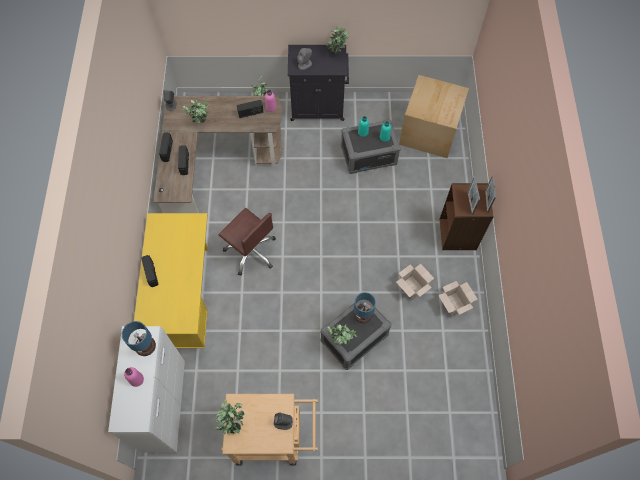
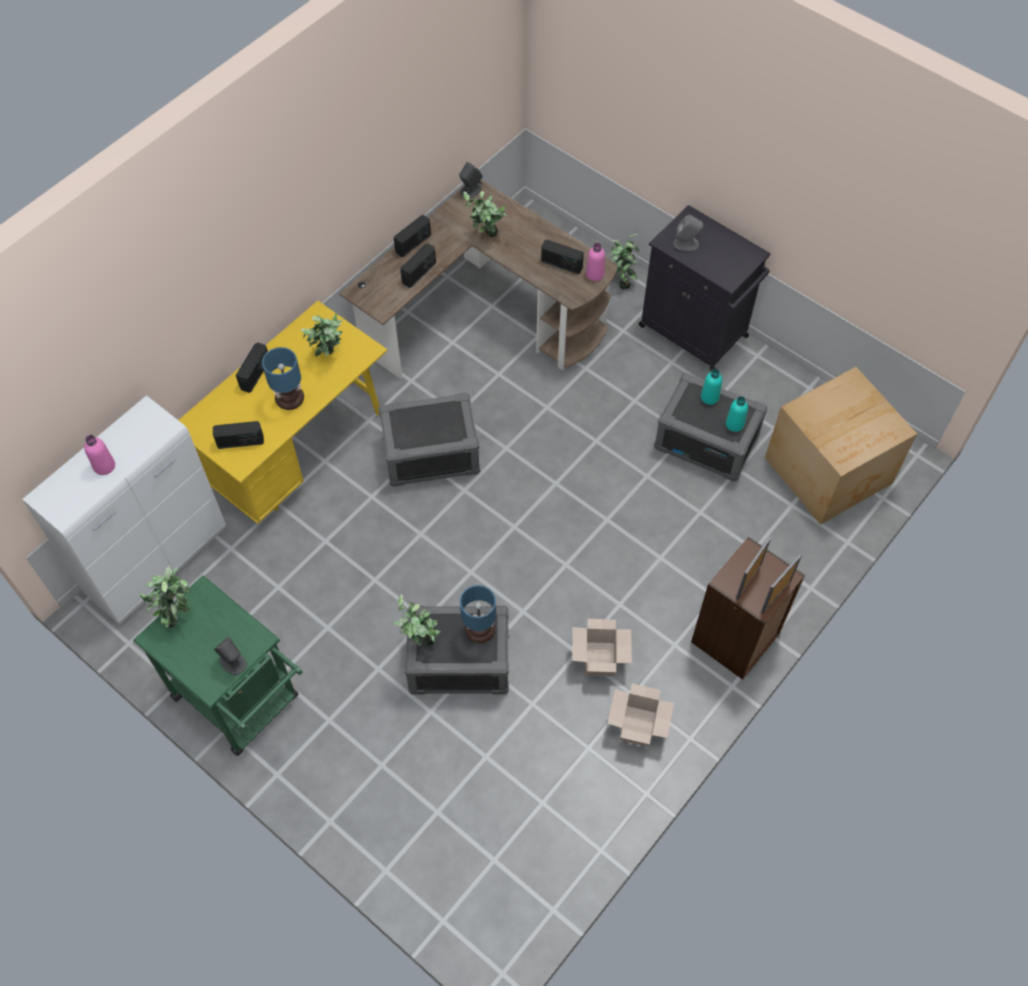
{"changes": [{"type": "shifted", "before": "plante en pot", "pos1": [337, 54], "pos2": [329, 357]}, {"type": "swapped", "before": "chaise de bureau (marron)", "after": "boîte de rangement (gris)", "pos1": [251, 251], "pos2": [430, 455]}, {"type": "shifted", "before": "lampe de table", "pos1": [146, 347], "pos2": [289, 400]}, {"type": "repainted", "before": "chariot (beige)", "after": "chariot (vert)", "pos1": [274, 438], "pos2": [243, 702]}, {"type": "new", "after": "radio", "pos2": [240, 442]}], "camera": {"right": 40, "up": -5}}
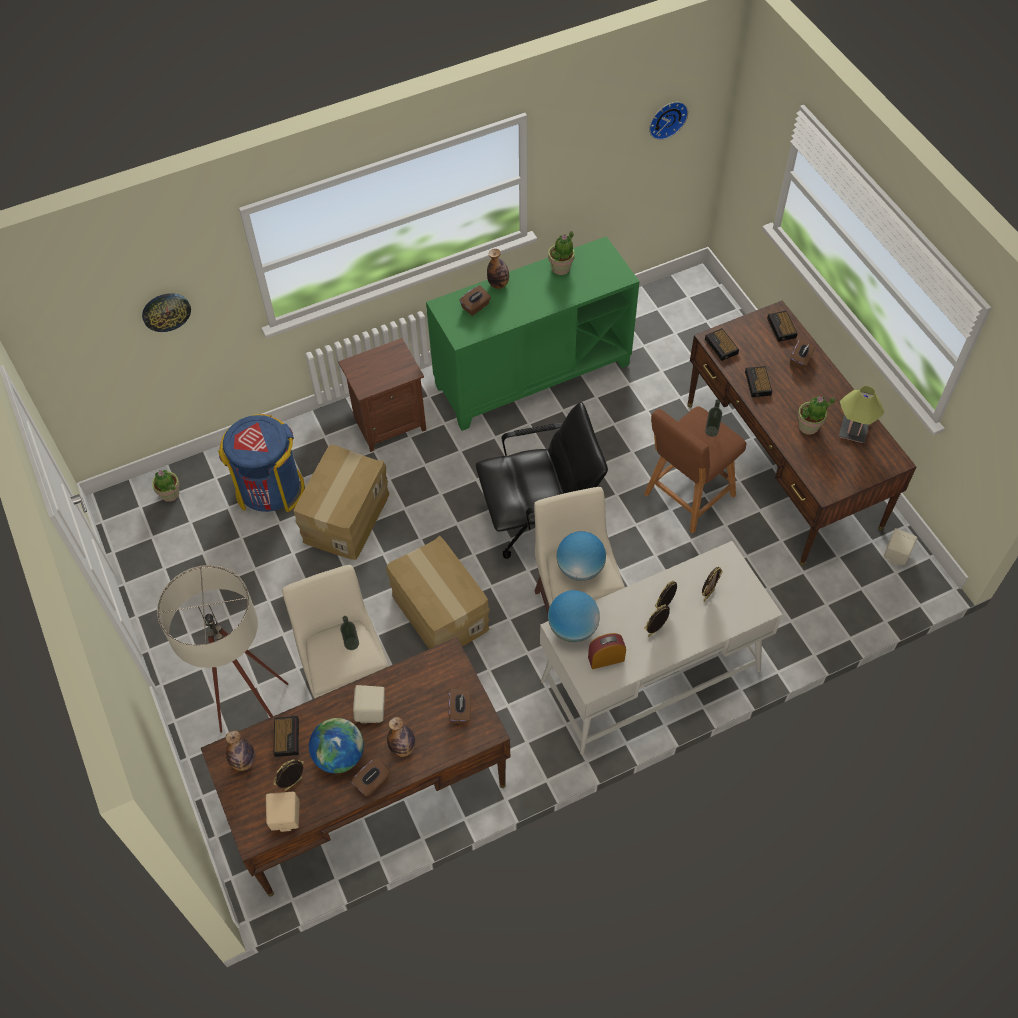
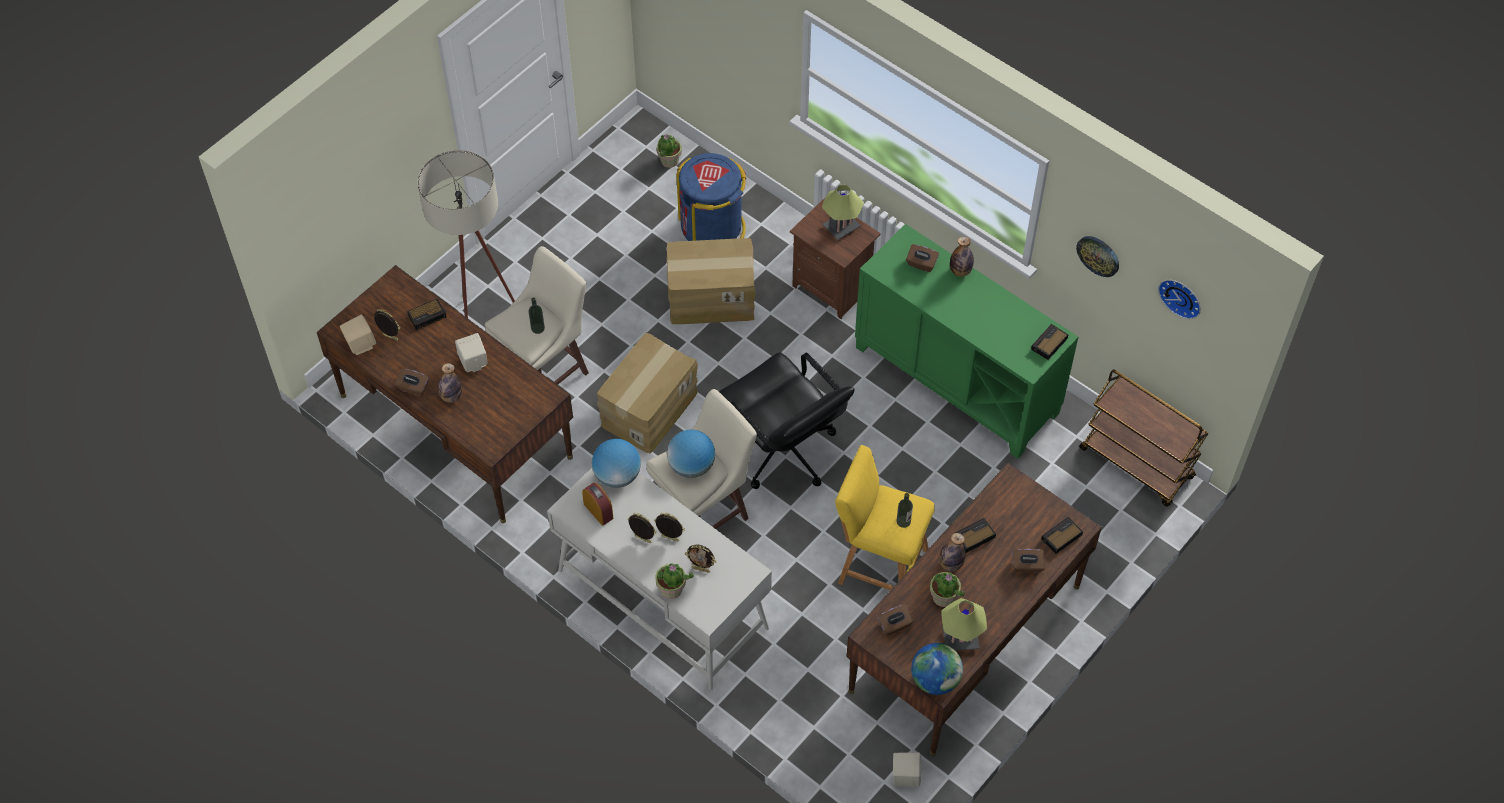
{"changes": [{"type": "shifted", "before": "plante en pot", "pos1": [561, 268], "pos2": [671, 589]}, {"type": "shifted", "before": "horloge murale", "pos1": [166, 311], "pos2": [1098, 255]}, {"type": "shifted", "before": "réveil", "pos1": [721, 347], "pos2": [1048, 344]}, {"type": "repainted", "before": "tabouret (marron)", "after": "tabouret (jaune)", "pos1": [686, 497], "pos2": [878, 564]}, {"type": "shifted", "before": "boîte à mouchoirs (marron)", "pos1": [460, 711], "pos2": [895, 625]}, {"type": "shifted", "before": "globe", "pos1": [339, 755], "pos2": [935, 680]}, {"type": "shifted", "before": "bouteille", "pos1": [243, 761], "pos2": [950, 564]}, {"type": "new", "after": "lampe de table", "pos2": [841, 227]}, {"type": "new", "after": "chariot (marron)", "pos2": [1137, 463]}], "camera": {"right": 65, "up": 0}}
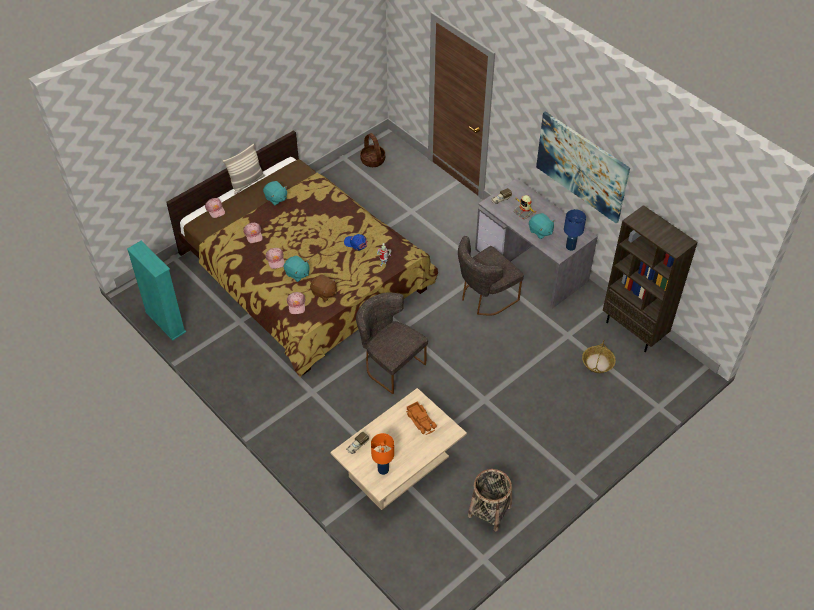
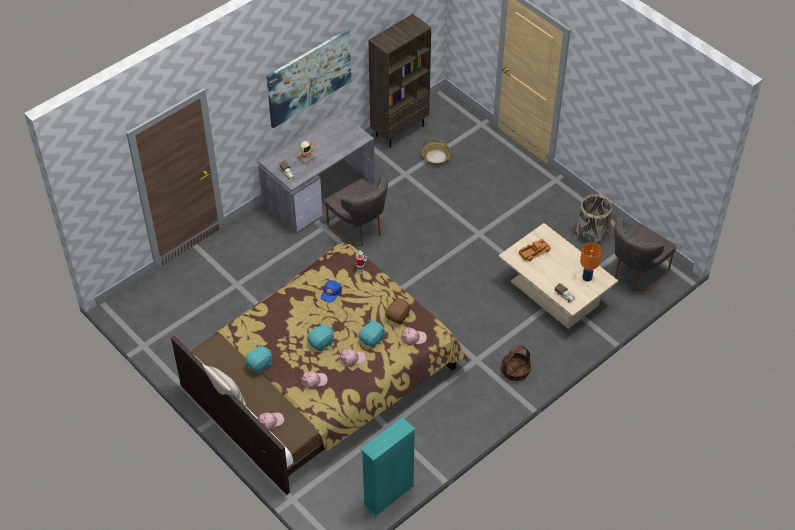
{"changes": [{"type": "shifted", "before": "panier", "pos1": [372, 160], "pos2": [515, 371]}, {"type": "gone", "before": "lampe de table (bleu)", "pos1": [570, 247]}, {"type": "shifted", "before": "peluche (turquoise)", "pos1": [540, 231], "pos2": [321, 343]}, {"type": "shifted", "before": "chaise (gris)", "pos1": [390, 364], "pos2": [635, 273]}], "camera": {"right": -90, "up": 0}}
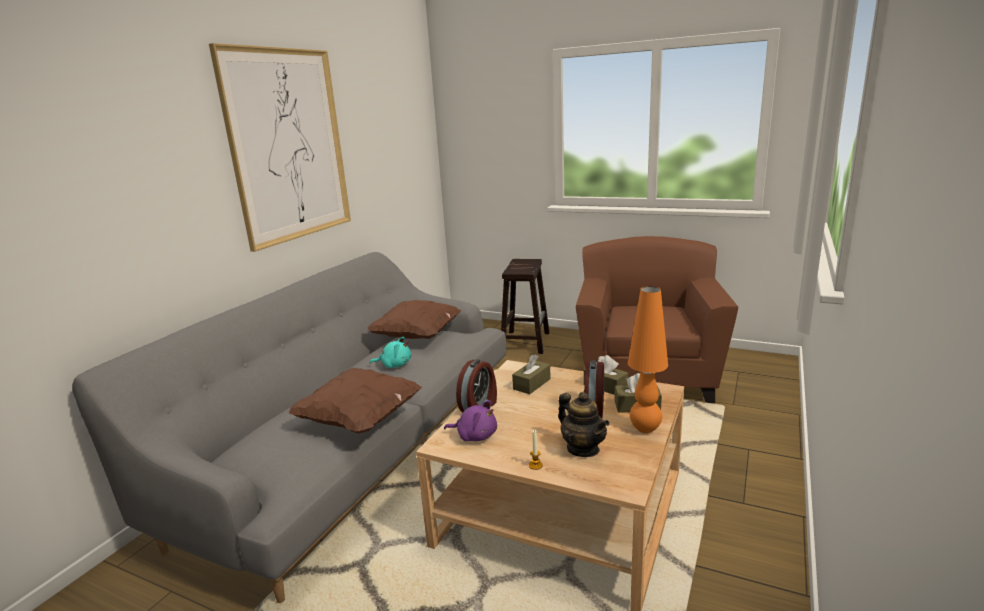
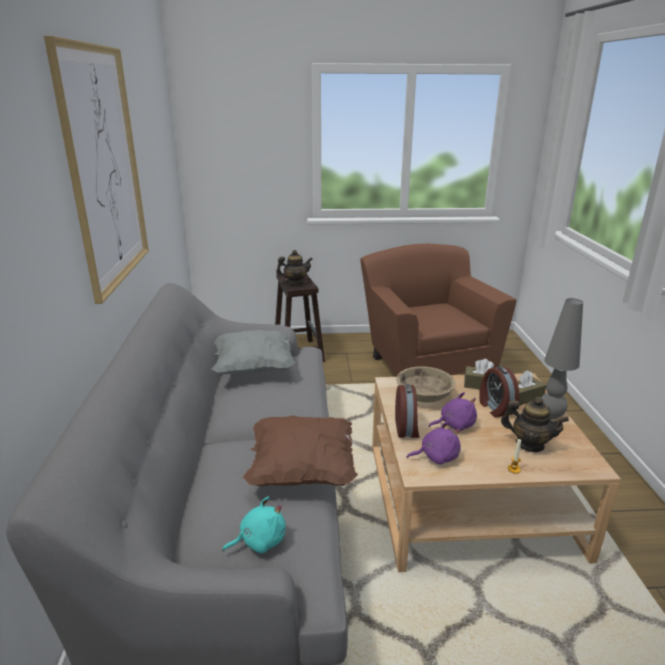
{"changes": [{"type": "repainted", "before": "lampe de table (orange)", "after": "lampe de table (gris)", "pos1": [644, 429], "pos2": [550, 416]}, {"type": "repainted", "before": "coussin (marron)", "after": "coussin (gris)", "pos1": [417, 336], "pos2": [254, 368]}, {"type": "shifted", "before": "peluche (turquoise)", "pos1": [394, 365], "pos2": [259, 541]}, {"type": "swapped", "before": "boîte à mouchoirs (marron)", "after": "bol (beige)", "pos1": [532, 384], "pos2": [424, 396]}, {"type": "new", "after": "théière", "pos2": [295, 282]}, {"type": "new", "after": "peluche (violet)", "pos2": [454, 425]}], "camera": {"right": -30, "up": 5}}
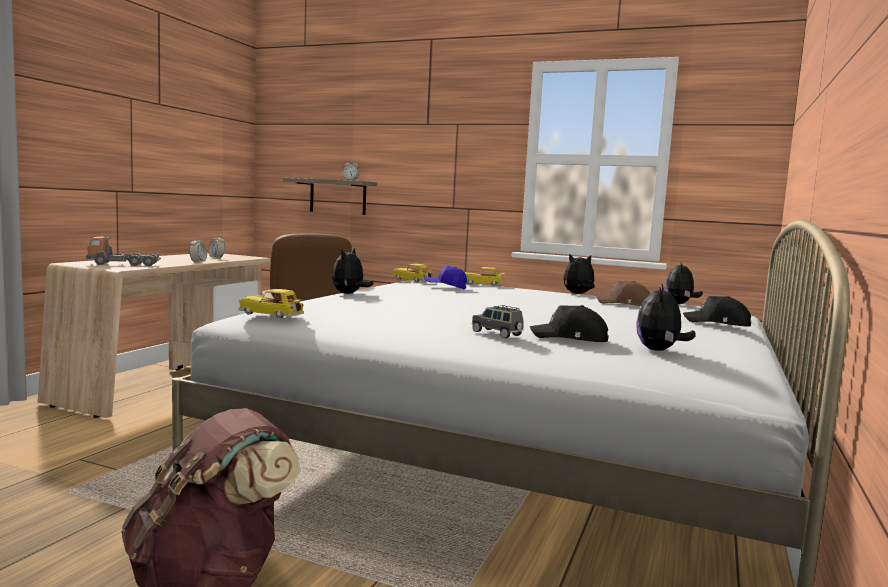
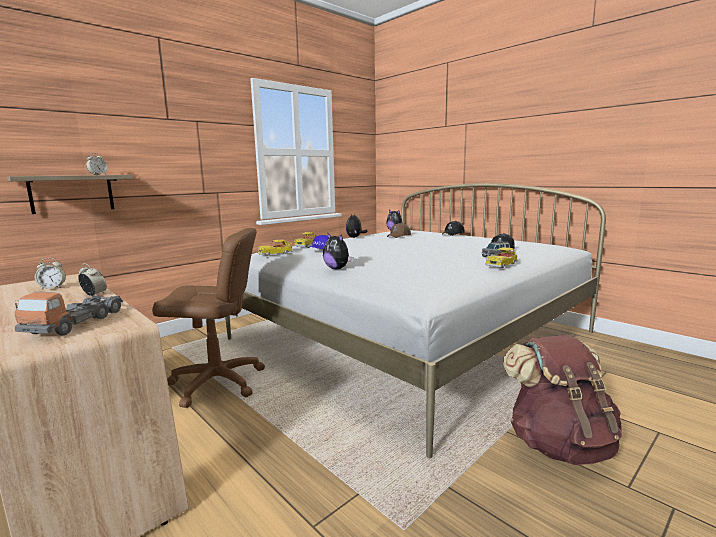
{"changes": [{"type": "gone", "before": "peluche", "pos1": [659, 350]}, {"type": "shifted", "before": "petite voiture", "pos1": [272, 315], "pos2": [502, 264]}], "camera": {"right": -65, "up": 5}}
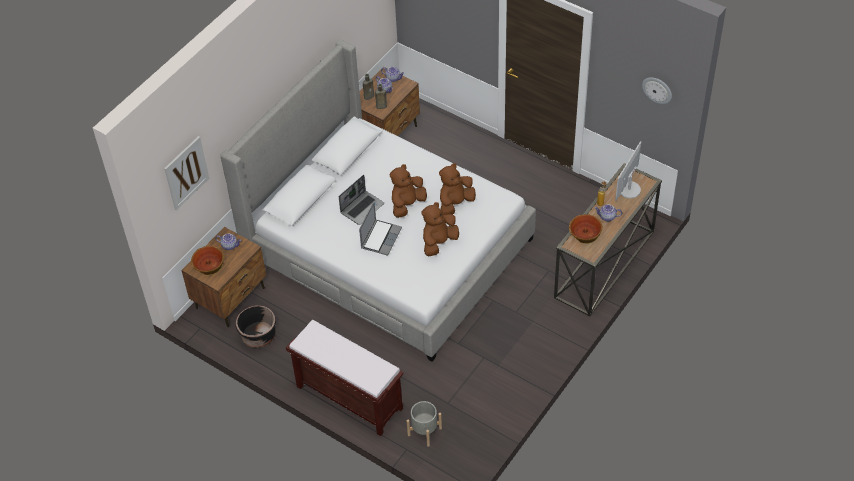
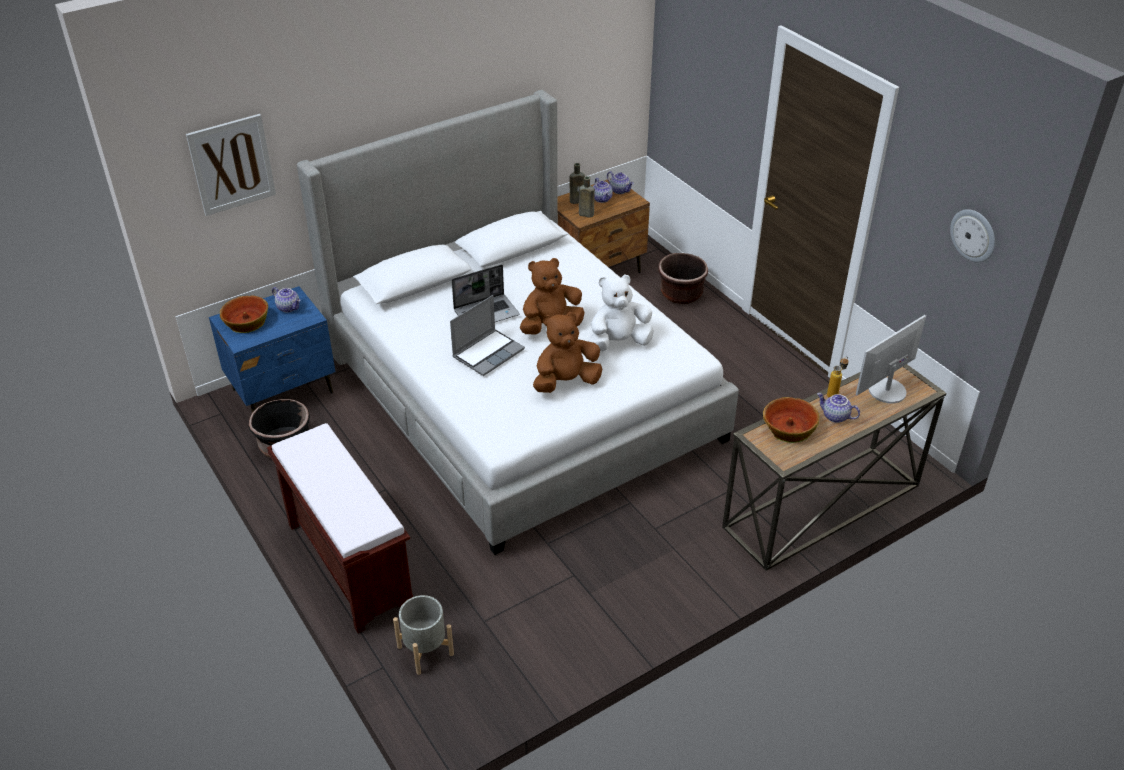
{"changes": [{"type": "repainted", "before": "peluche (marron)", "after": "peluche (blanc)", "pos1": [455, 203], "pos2": [618, 343]}, {"type": "repainted", "before": "table de chevet (marron)", "after": "table de chevet (bleu)", "pos1": [231, 298], "pos2": [283, 391]}, {"type": "new", "after": "cache-pot (marron)", "pos2": [681, 294]}], "camera": {"right": 20, "up": -10}}
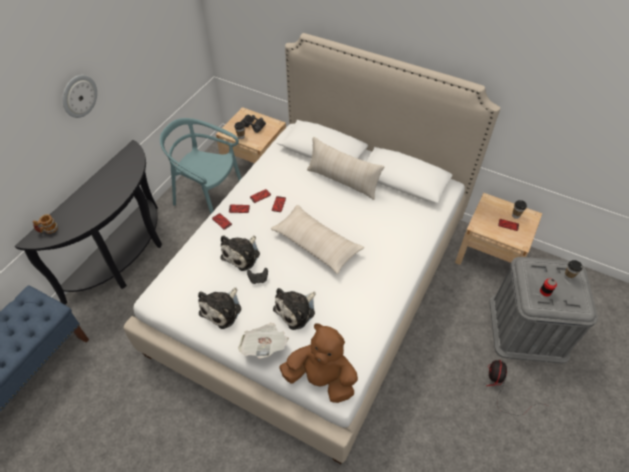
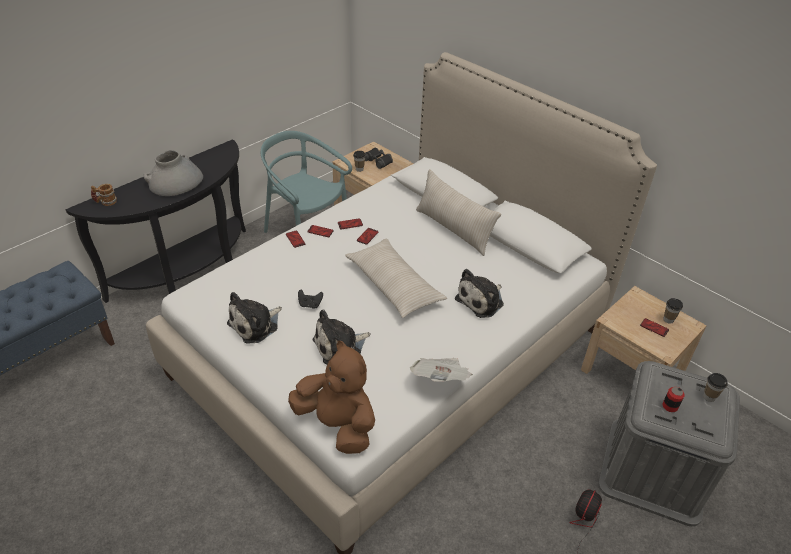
{"changes": [{"type": "gone", "before": "horloge murale", "pos1": [79, 96]}, {"type": "shifted", "before": "peluche", "pos1": [242, 254], "pos2": [481, 301]}, {"type": "shifted", "before": "journal", "pos1": [264, 346], "pos2": [440, 379]}, {"type": "new", "after": "vase (gris)", "pos2": [175, 182]}], "camera": {"right": 15, "up": -10}}
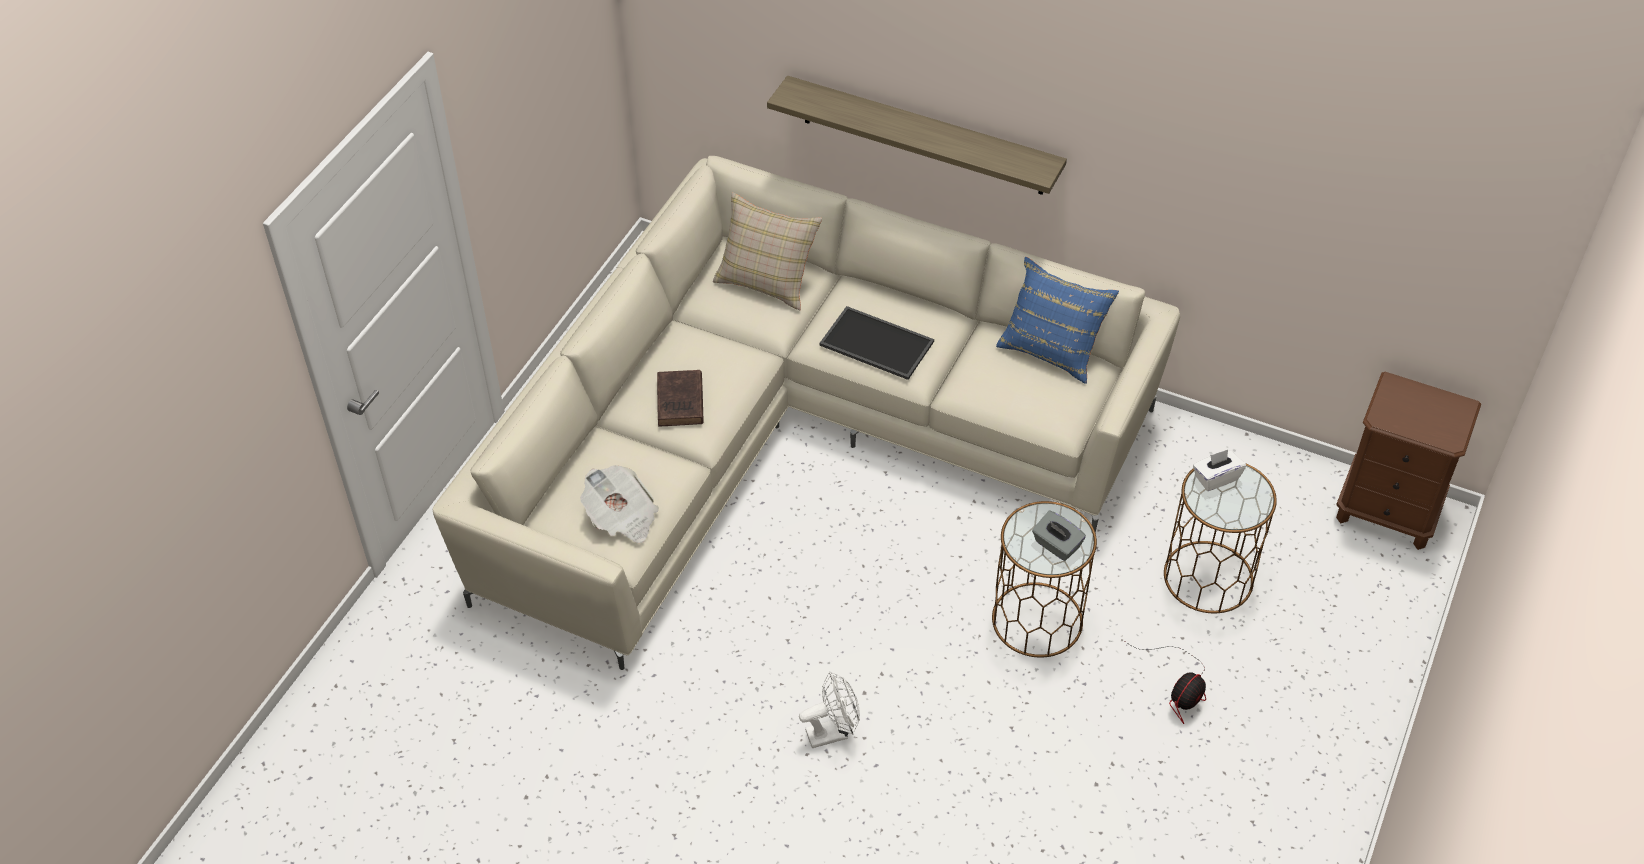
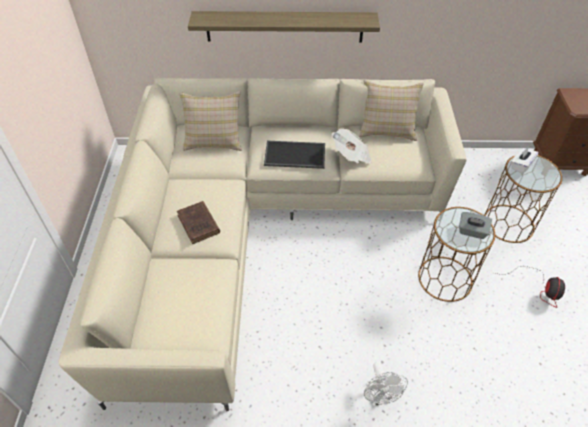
{"changes": [{"type": "repainted", "before": "coussin (bleu)", "after": "coussin (beige)", "pos1": [1052, 348], "pos2": [387, 129]}, {"type": "shifted", "before": "journal", "pos1": [622, 517], "pos2": [351, 155]}, {"type": "rotated", "before": "ventilateur (blanc)", "pos1": [833, 732], "pos2": [380, 397], "turn": 120}], "camera": {"right": -25, "up": 0}}
